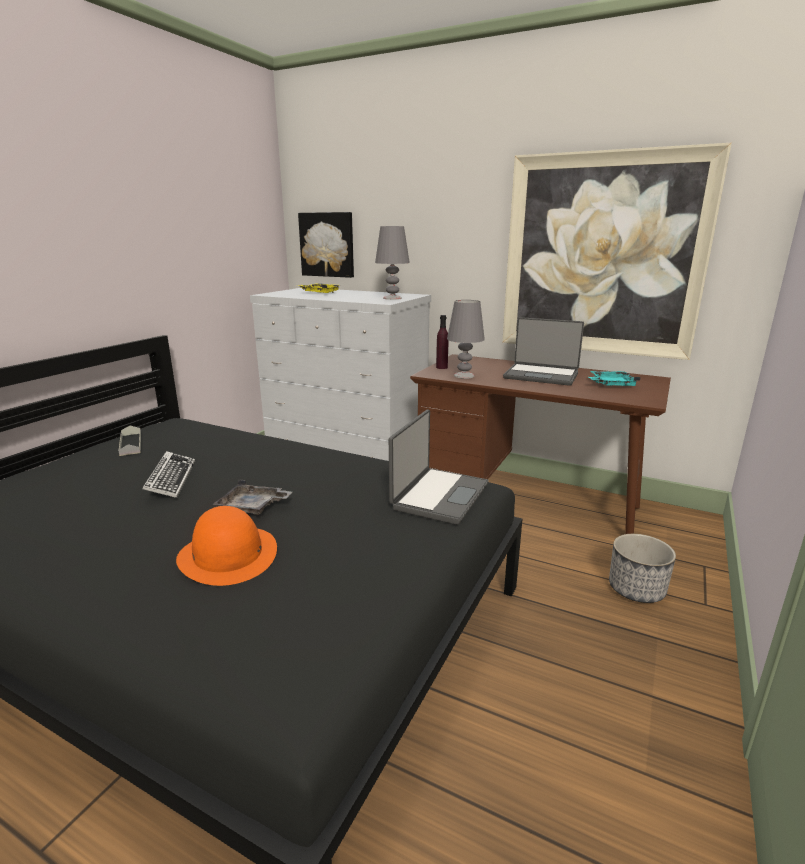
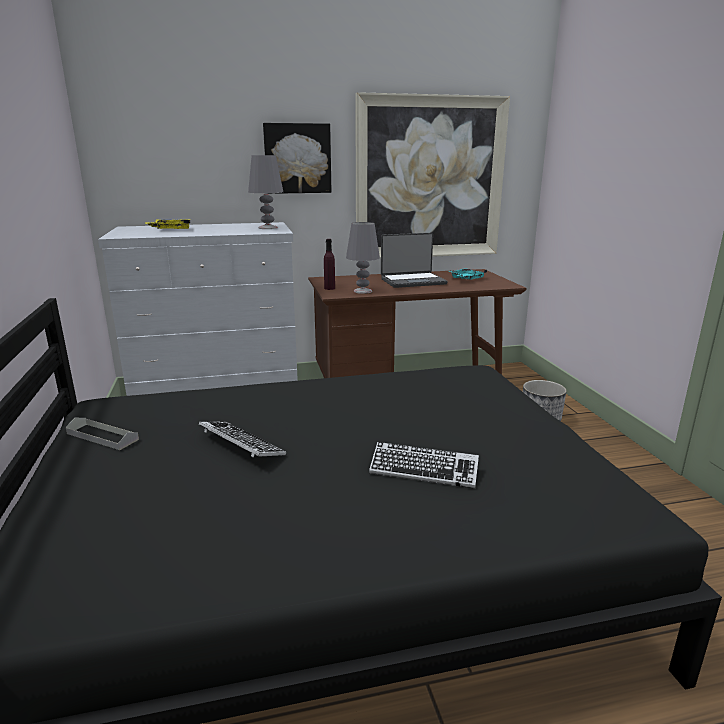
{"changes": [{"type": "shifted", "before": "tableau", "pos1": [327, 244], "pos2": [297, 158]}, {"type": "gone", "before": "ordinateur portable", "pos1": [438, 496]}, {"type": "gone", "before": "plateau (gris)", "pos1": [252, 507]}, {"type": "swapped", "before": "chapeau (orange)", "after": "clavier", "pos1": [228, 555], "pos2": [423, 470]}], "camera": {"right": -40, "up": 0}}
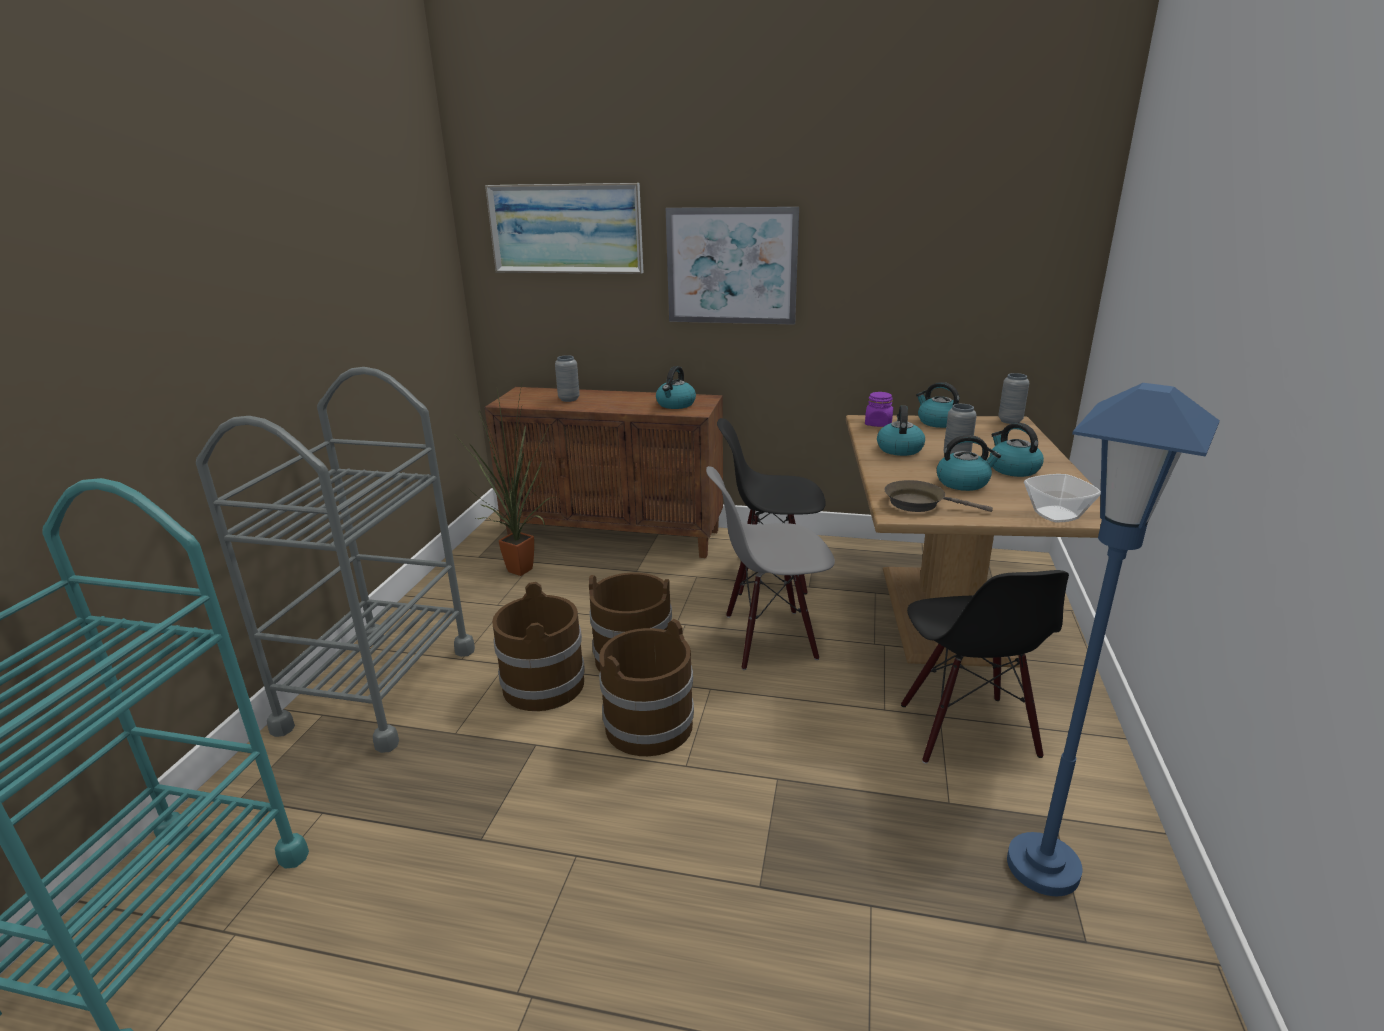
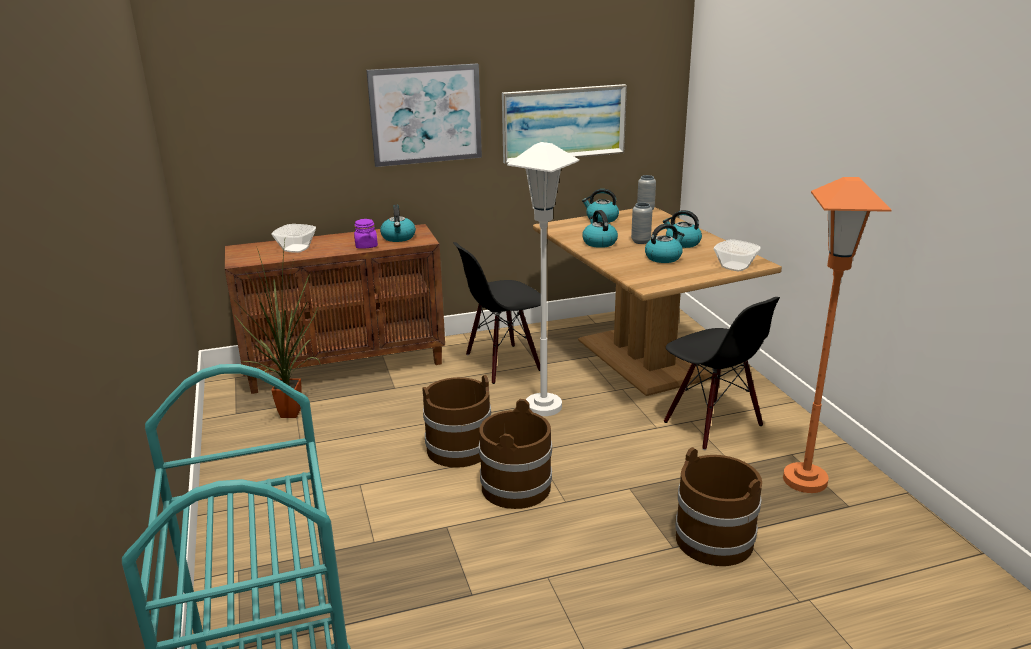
{"changes": [{"type": "shifted", "before": "tableau", "pos1": [566, 229], "pos2": [564, 123]}, {"type": "swapped", "before": "vase (gris)", "after": "bol", "pos1": [569, 399], "pos2": [297, 248]}, {"type": "gone", "before": "chariot (gris)", "pos1": [379, 688]}, {"type": "repainted", "before": "lampadaire (bleu)", "after": "lampadaire (orange)", "pos1": [1042, 867], "pos2": [805, 480]}, {"type": "shifted", "before": "bocal (violet)", "pos1": [878, 424], "pos2": [366, 246]}, {"type": "swapped", "before": "chaise (gris)", "after": "lampadaire (blanc)", "pos1": [769, 638], "pos2": [543, 406]}, {"type": "gone", "before": "poêle (marron)", "pos1": [919, 503]}, {"type": "shifted", "before": "seau (marron)", "pos1": [544, 685], "pos2": [715, 540]}], "camera": {"right": -30, "up": 0}}
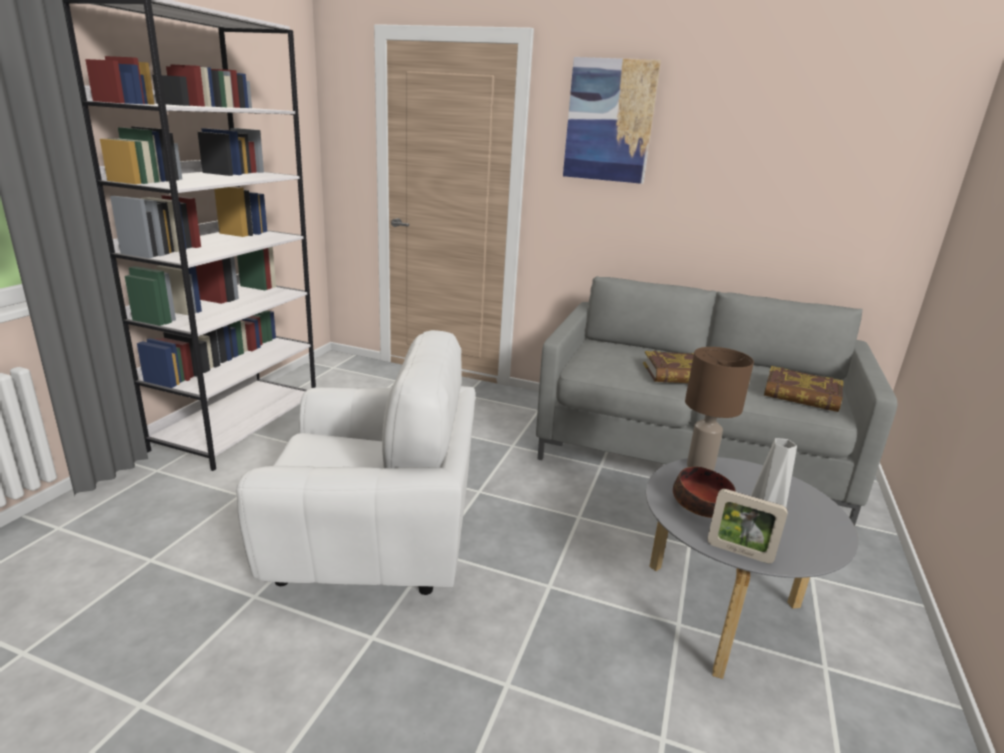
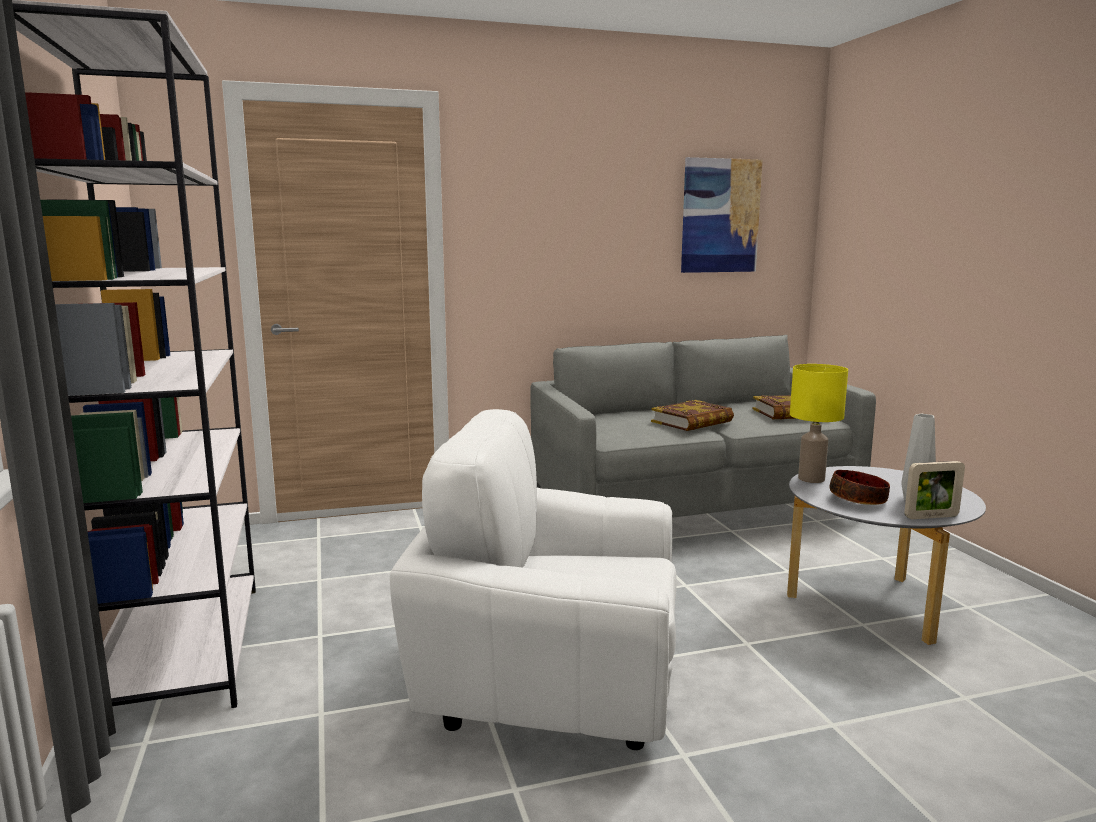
{"changes": [{"type": "shifted", "before": "tableau", "pos1": [609, 121], "pos2": [720, 216]}, {"type": "rotated", "before": "fauteuil (blanc)", "pos1": [374, 540], "pos2": [550, 682], "turn": -135}, {"type": "repainted", "before": "lampe de table (marron)", "after": "lampe de table (jaune)", "pos1": [699, 466], "pos2": [810, 479]}], "camera": {"right": -35, "up": -10}}
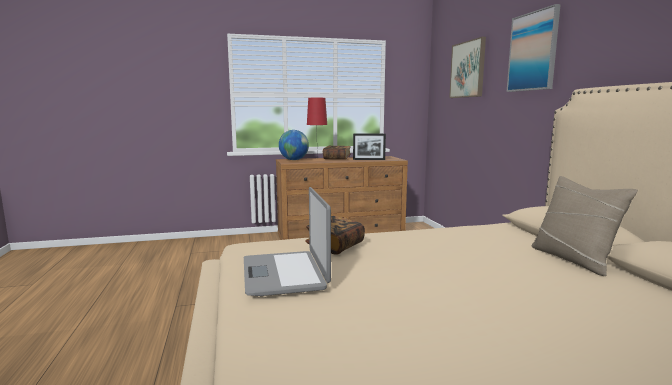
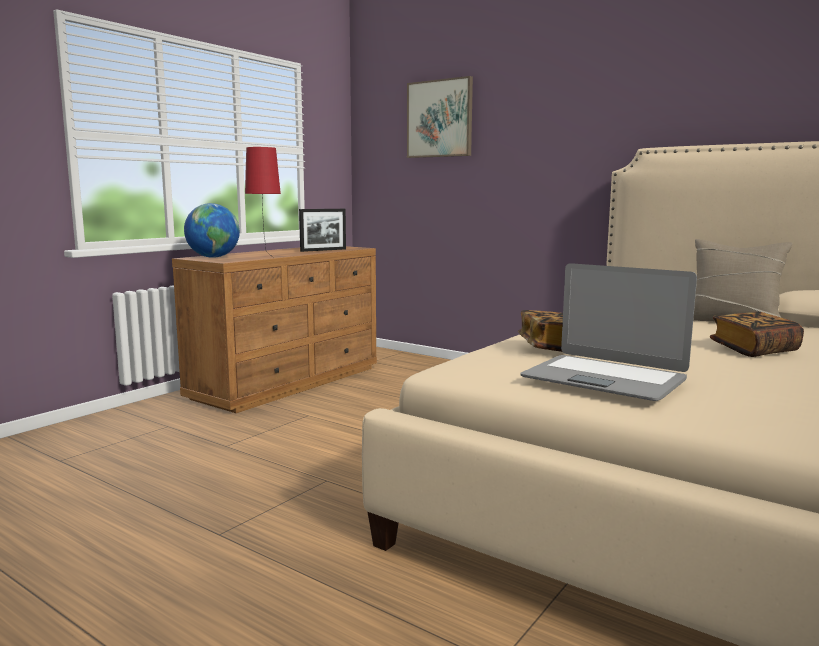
{"changes": [{"type": "gone", "before": "tableau", "pos1": [533, 51]}, {"type": "shifted", "before": "livre", "pos1": [337, 158], "pos2": [753, 350]}], "camera": {"right": -40, "up": 0}}
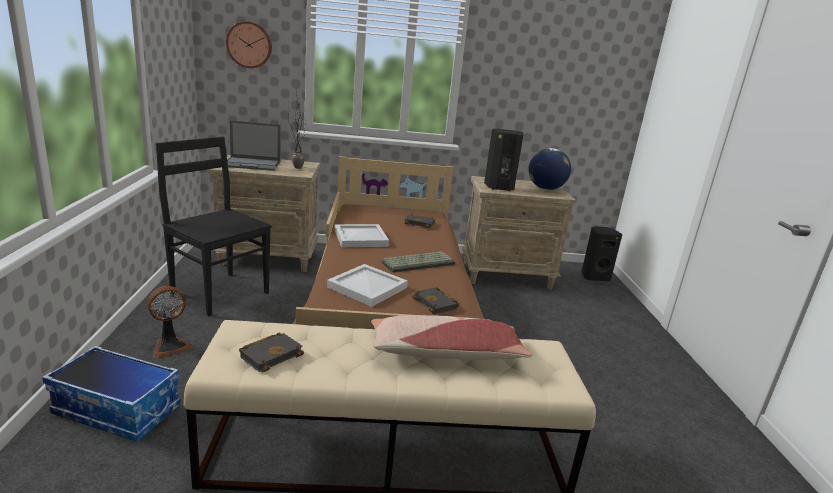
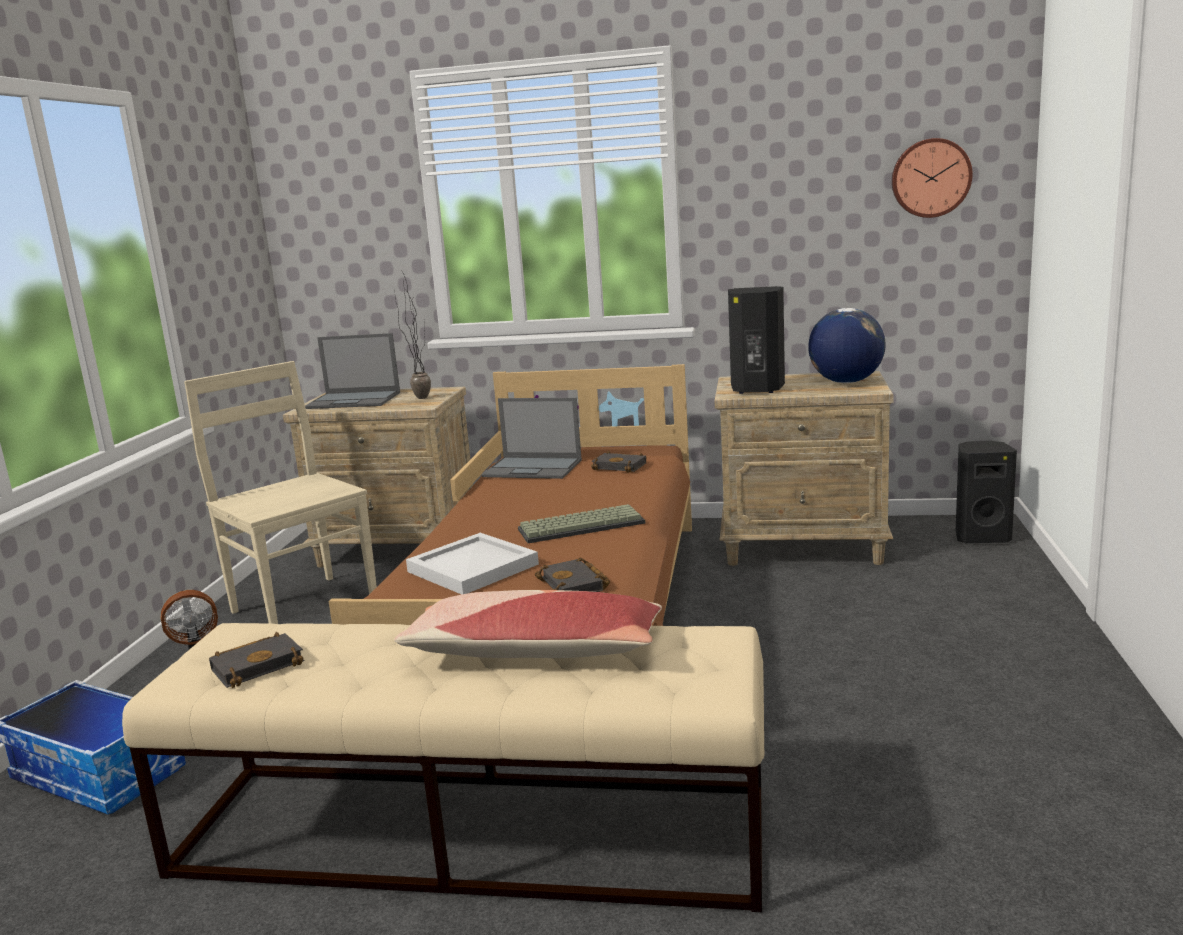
{"changes": [{"type": "shifted", "before": "horloge murale", "pos1": [249, 45], "pos2": [930, 178]}, {"type": "repainted", "before": "chaise (noir)", "after": "chaise (beige)", "pos1": [219, 292], "pos2": [302, 605]}, {"type": "gone", "before": "plateau (blanc)", "pos1": [360, 238]}, {"type": "new", "after": "ordinateur portable", "pos2": [534, 468]}], "camera": {"right": 15, "up": -5}}
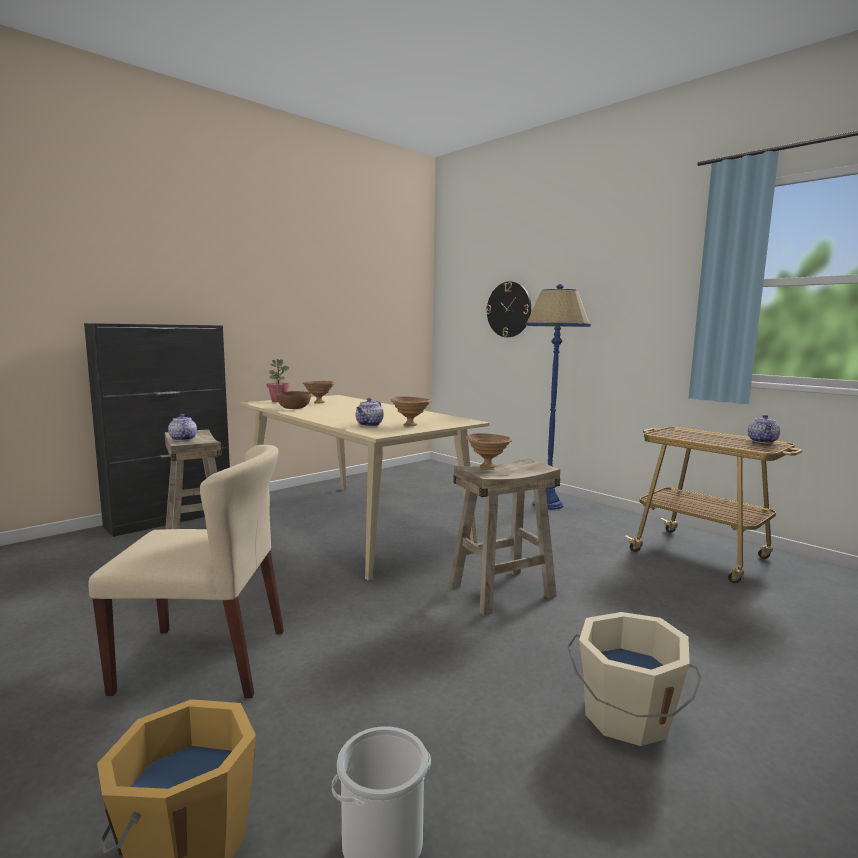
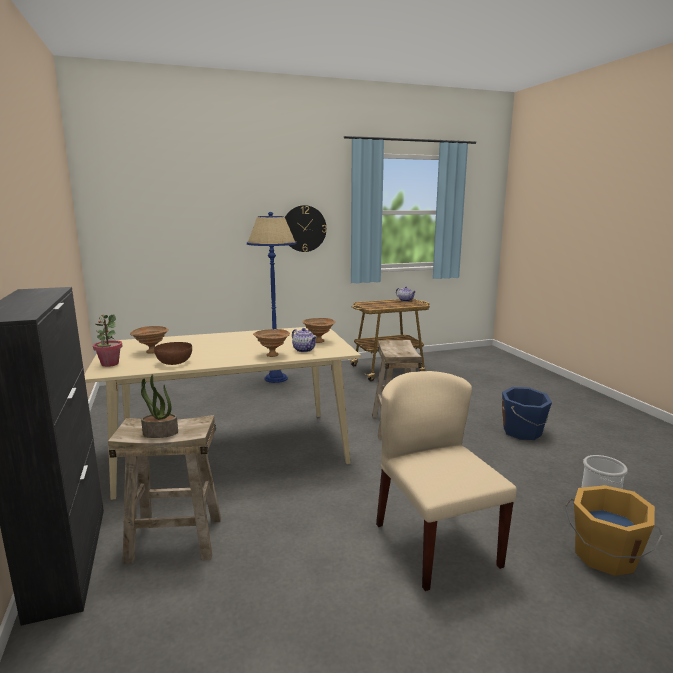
{"changes": [{"type": "shifted", "before": "horloge murale", "pos1": [509, 309], "pos2": [304, 228]}, {"type": "swapped", "before": "théière", "after": "plante en pot", "pos1": [182, 439], "pos2": [160, 433]}, {"type": "shifted", "before": "bol (marron)", "pos1": [487, 466], "pos2": [271, 355]}, {"type": "rotated", "before": "chaise (beige)", "pos1": [205, 660], "pos2": [435, 544], "turn": -45}, {"type": "repainted", "before": "seau (beige)", "after": "seau (bleu)", "pos1": [626, 717], "pos2": [523, 432]}], "camera": {"right": -65, "up": 5}}
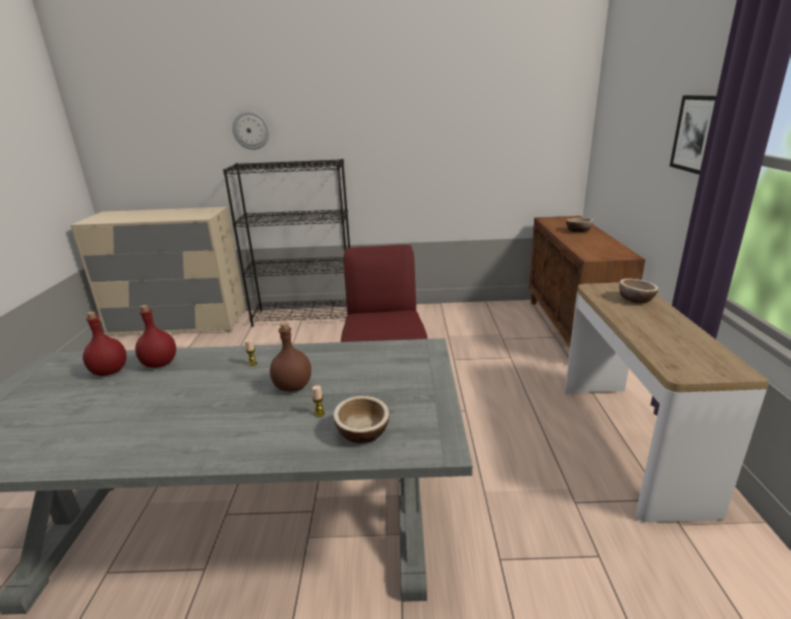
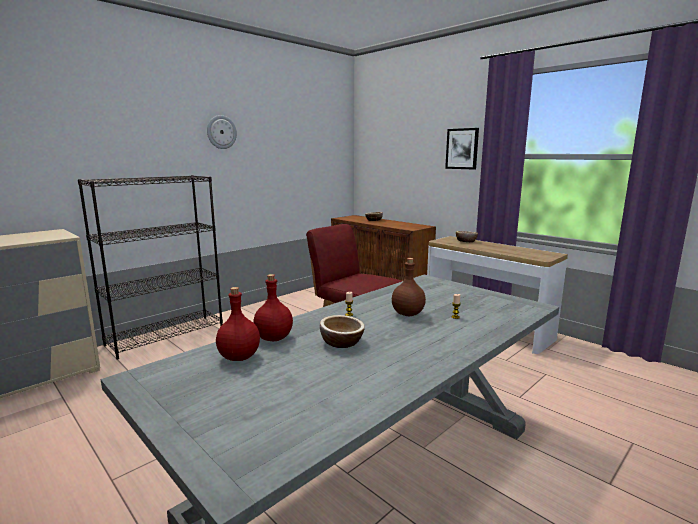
{"changes": [{"type": "shifted", "before": "horloge murale", "pos1": [251, 130], "pos2": [221, 132]}, {"type": "shifted", "before": "bol", "pos1": [362, 432], "pos2": [341, 342]}], "camera": {"right": -45, "up": -10}}
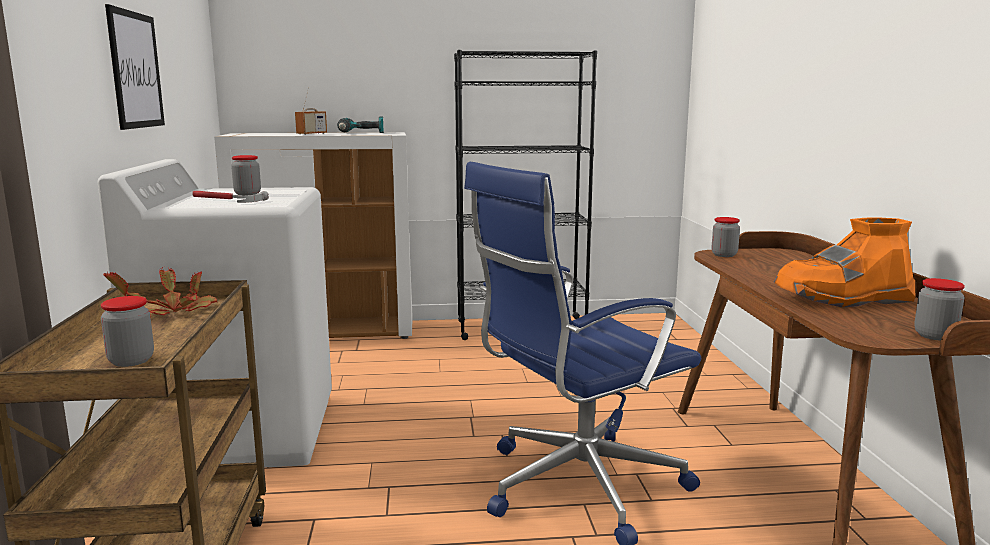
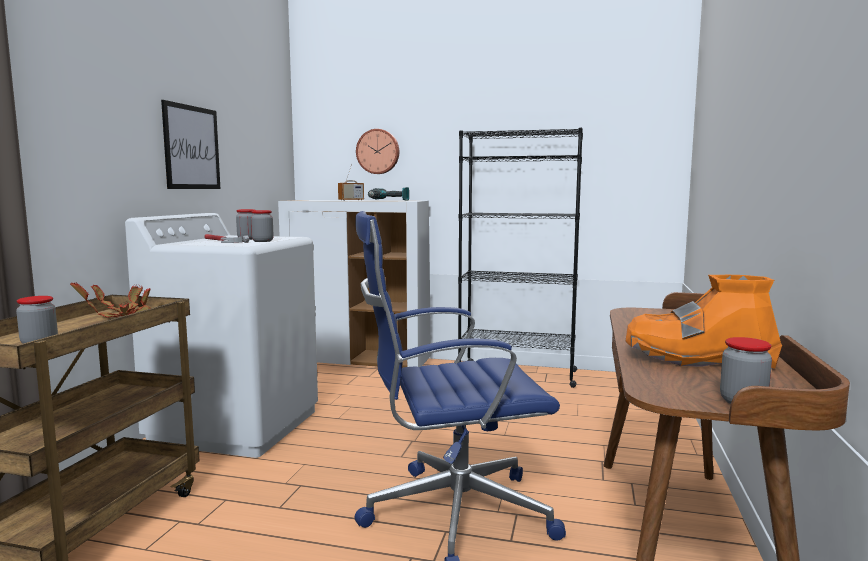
{"changes": [{"type": "shifted", "before": "bocal", "pos1": [724, 255], "pos2": [262, 241]}, {"type": "new", "after": "horloge murale", "pos2": [378, 151]}], "camera": {"right": 20, "up": -5}}
